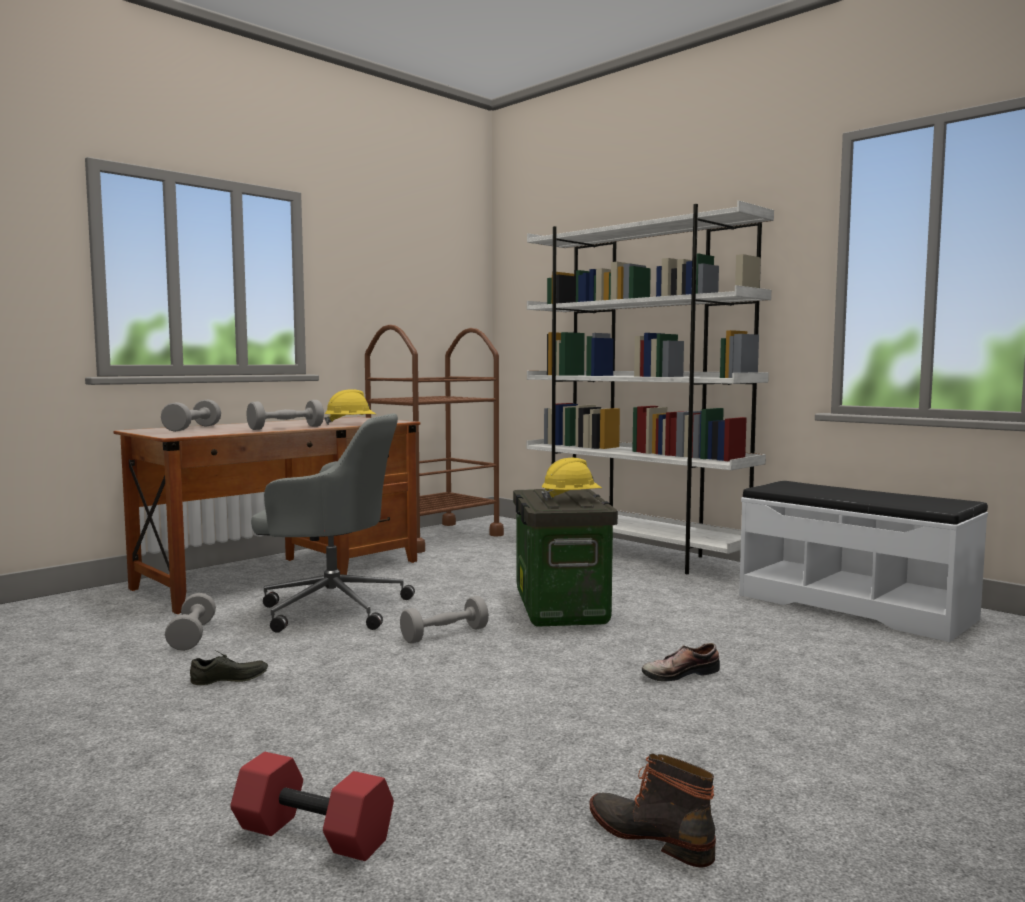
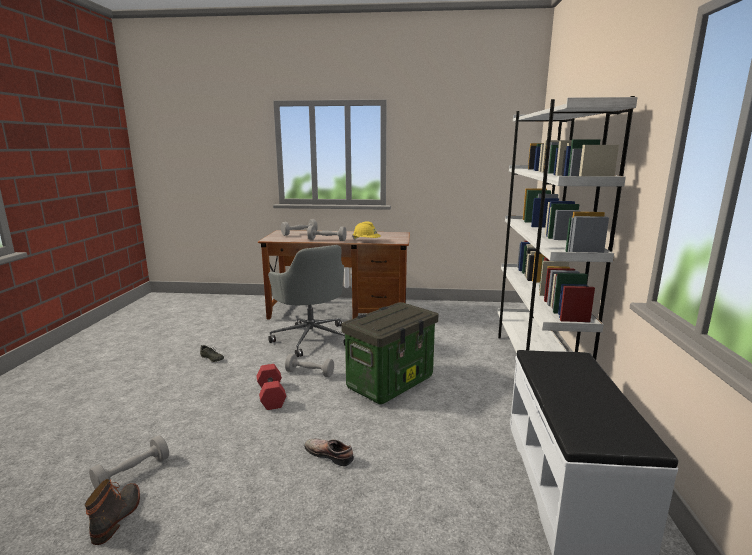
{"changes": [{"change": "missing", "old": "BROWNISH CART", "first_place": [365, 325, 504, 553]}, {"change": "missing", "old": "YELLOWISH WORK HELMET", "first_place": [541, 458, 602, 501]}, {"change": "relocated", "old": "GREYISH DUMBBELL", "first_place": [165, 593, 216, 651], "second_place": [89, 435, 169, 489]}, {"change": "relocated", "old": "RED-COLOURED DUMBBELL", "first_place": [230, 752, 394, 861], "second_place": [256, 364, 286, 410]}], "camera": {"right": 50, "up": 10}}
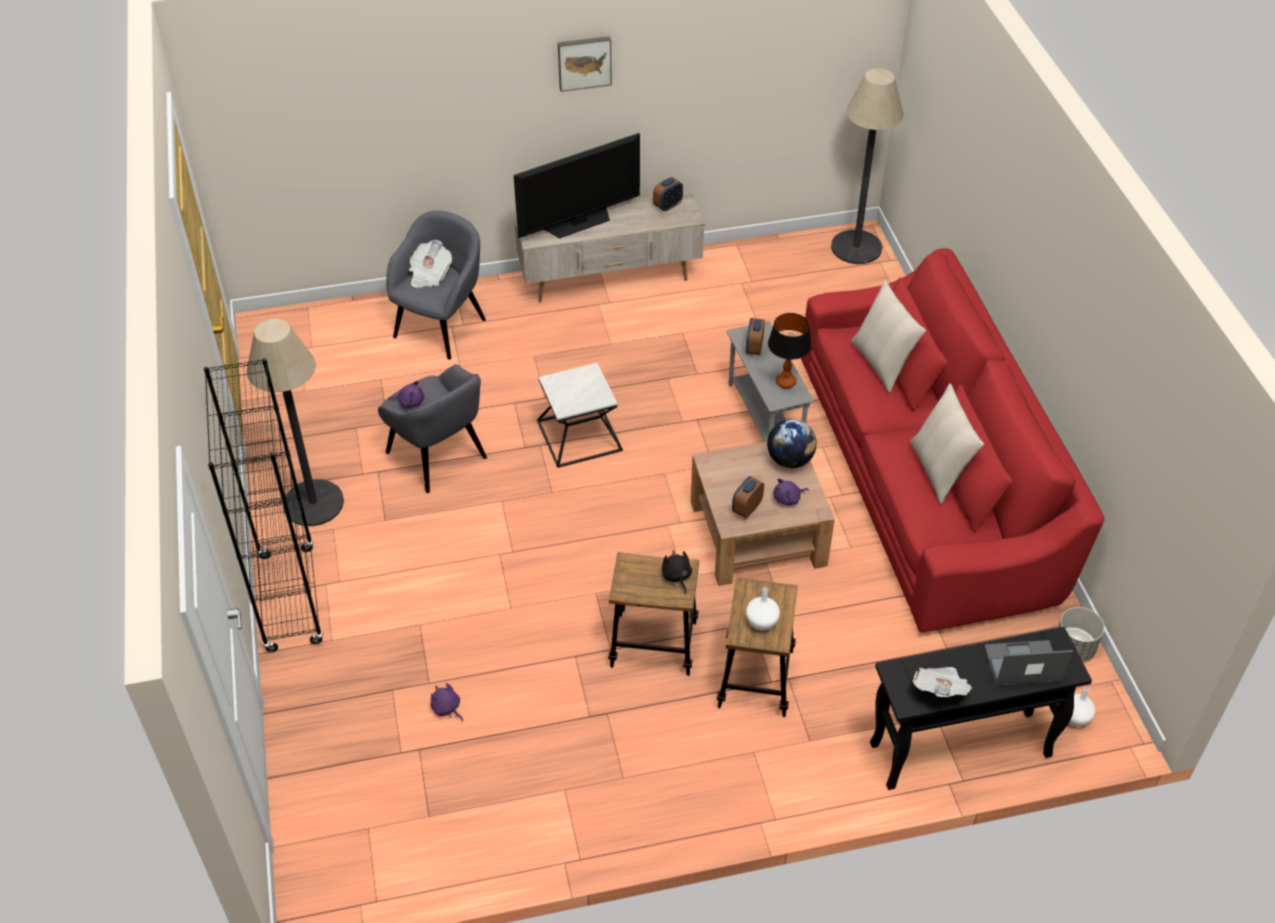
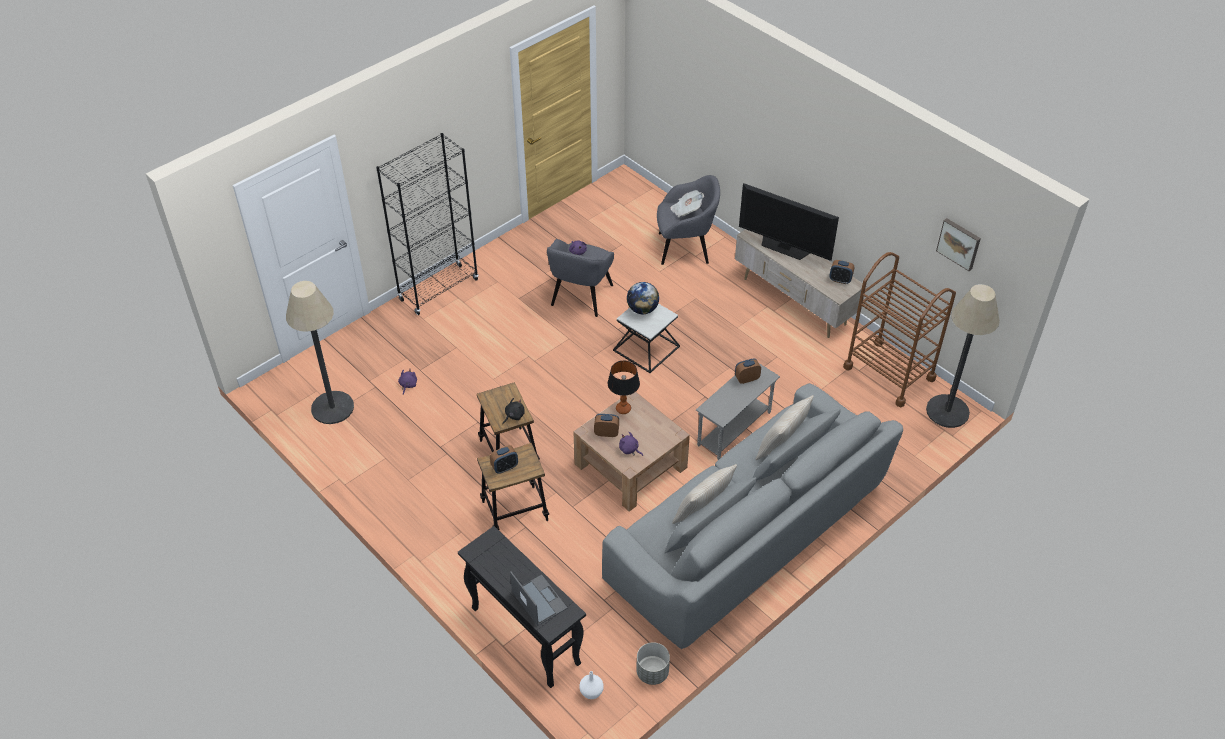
{"changes": [{"change": "relocated", "old": "PICTURE", "first_place": [558, 36, 612, 92], "second_place": [936, 218, 981, 271]}, {"change": "colour", "old": "RED-COLOURED SOFA", "new": "GREYISH SOFA", "first_place": [801, 248, 1104, 633], "second_place": [602, 383, 903, 649]}, {"change": "relocated", "old": "TABLETOP LAMP", "first_place": [768, 313, 812, 389], "second_place": [608, 361, 640, 414]}, {"change": "relocated", "old": "STANDARD LAMP", "first_place": [246, 319, 344, 526], "second_place": [286, 281, 354, 424]}, {"change": "relocated", "old": "WORLD GLOBE", "first_place": [767, 419, 817, 468], "second_place": [627, 282, 659, 314]}, {"change": "exchanged", "old": "WHITISH FLOWER VASE", "new": "TABLE CLOCK", "first_place": [746, 587, 780, 630], "second_place": [490, 445, 518, 474]}, {"change": "missing", "old": "NEWSPAPER", "first_place": [912, 667, 972, 697]}, {"change": "appeared", "new": "BROWNISH CART", "second_place": [843, 252, 956, 408]}], "camera": {"right": 60, "up": 0}}
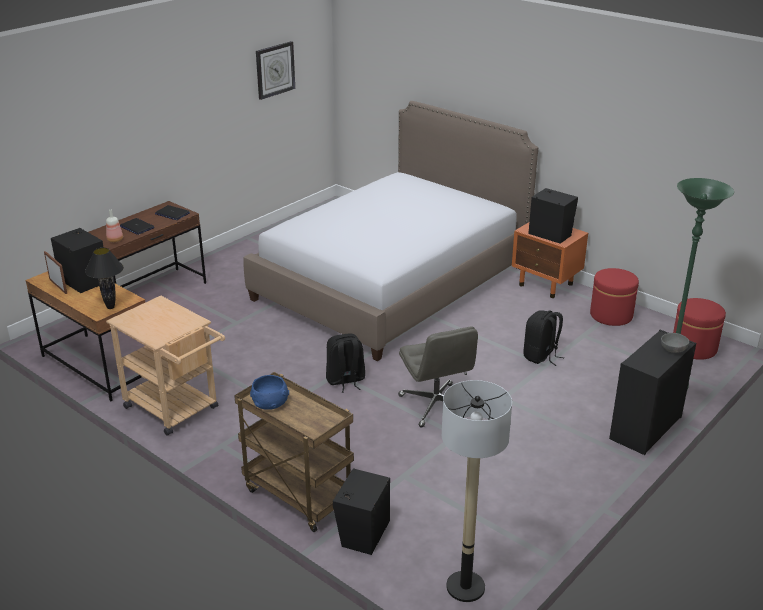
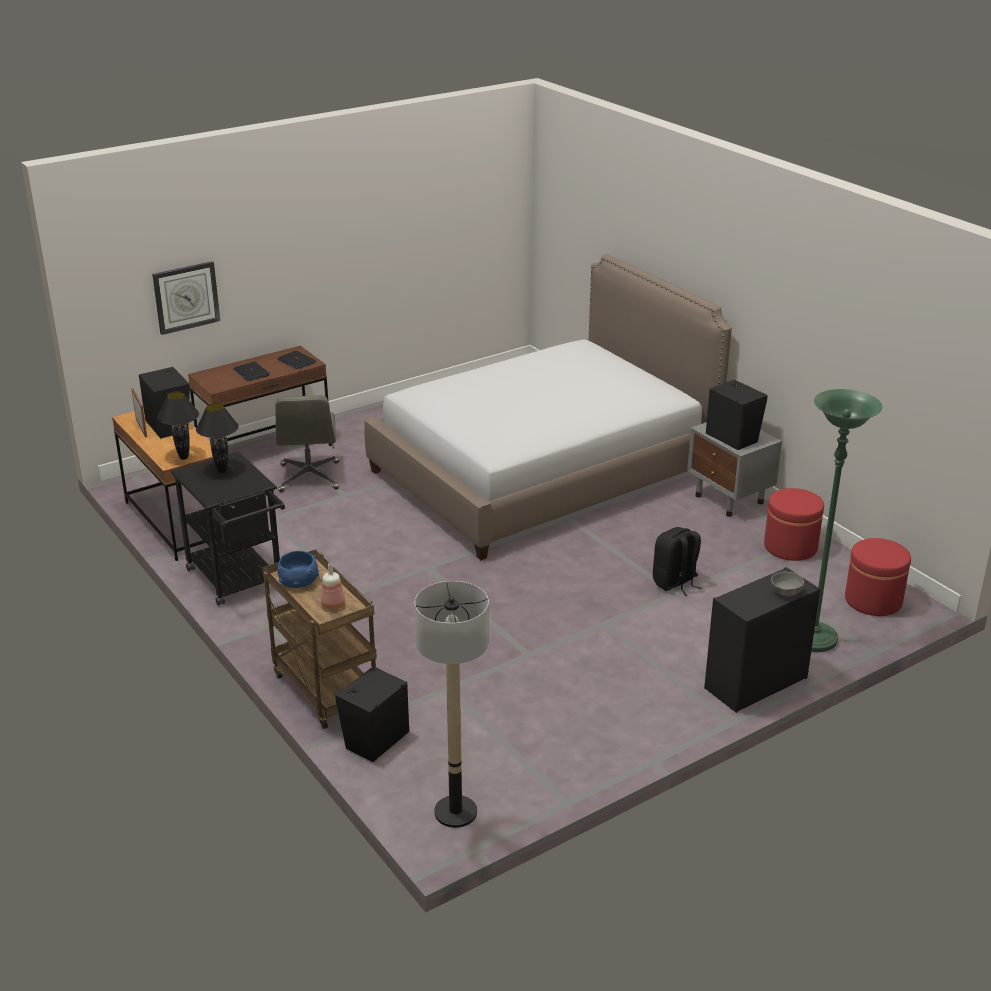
{"changes": [{"change": "relocated", "old": "CLOCK ON THE WALL", "first_place": [256, 41, 295, 100], "second_place": [152, 261, 220, 335]}, {"change": "relocated", "old": "BOTTLE", "first_place": [106, 210, 123, 242], "second_place": [321, 563, 345, 610]}, {"change": "colour", "old": "ORANGE-COLOURED NIGHTSTAND", "new": "GREYISH NIGHTSTAND", "first_place": [512, 222, 588, 298], "second_place": [687, 422, 782, 517]}, {"change": "colour", "old": "BEIGE CART", "new": "BLACKISH CART", "first_place": [106, 296, 225, 436], "second_place": [171, 452, 285, 606]}, {"change": "relocated", "old": "GREYISH OFFICE CHAIR", "first_place": [398, 326, 478, 428], "second_place": [275, 395, 339, 492]}, {"change": "missing", "old": "BLACKISH RUCKSACK", "first_place": [326, 333, 365, 393]}, {"change": "appeared", "new": "BLACKISH TABLETOP LAMP", "second_place": [196, 403, 239, 473]}], "camera": {"right": 15, "up": 0}}
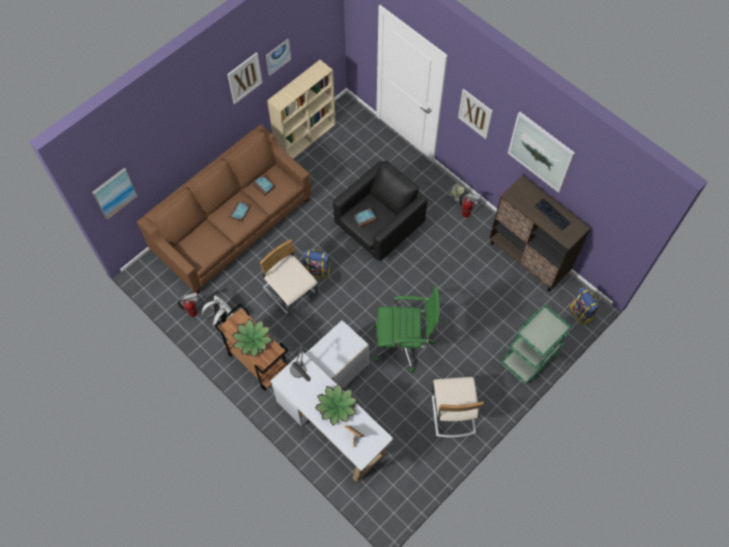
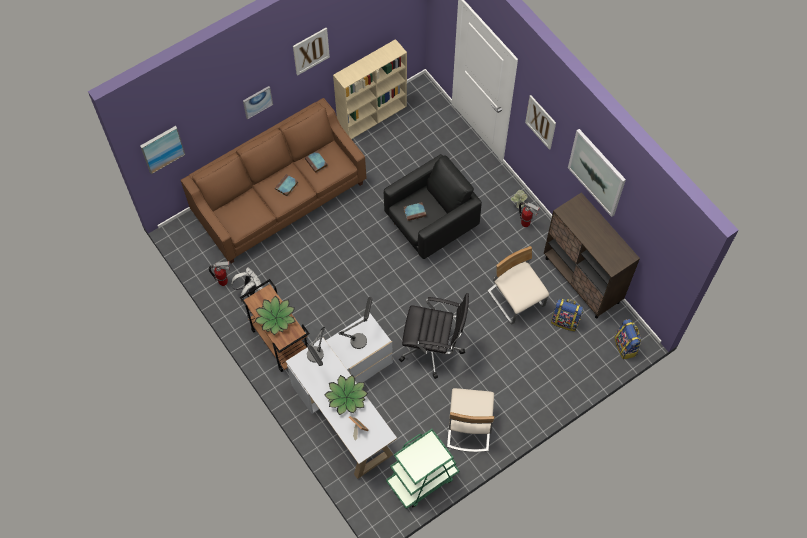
{"changes": [{"change": "relocated", "old": "PICTURE", "first_place": [266, 39, 291, 75], "second_place": [243, 86, 273, 119]}, {"change": "missing", "old": "PC KEYBOARD", "first_place": [535, 198, 571, 231]}, {"change": "relocated", "old": "BEIGE CHAIR", "first_place": [260, 239, 318, 316], "second_place": [488, 246, 549, 324]}, {"change": "relocated", "old": "RUCKSACK", "first_place": [303, 249, 331, 278], "second_place": [551, 299, 583, 332]}, {"change": "colour", "old": "GREEN-COLOURED OFFICE CHAIR", "new": "BLACKISH OFFICE CHAIR", "first_place": [374, 287, 440, 372], "second_place": [399, 293, 469, 379]}, {"change": "relocated", "old": "GREEN-COLOURED CART", "first_place": [501, 305, 571, 384], "second_place": [386, 429, 459, 509]}, {"change": "appeared", "new": "TABLETOP LAMP", "second_place": [339, 297, 373, 349]}], "camera": {"right": 10, "up": 0}}
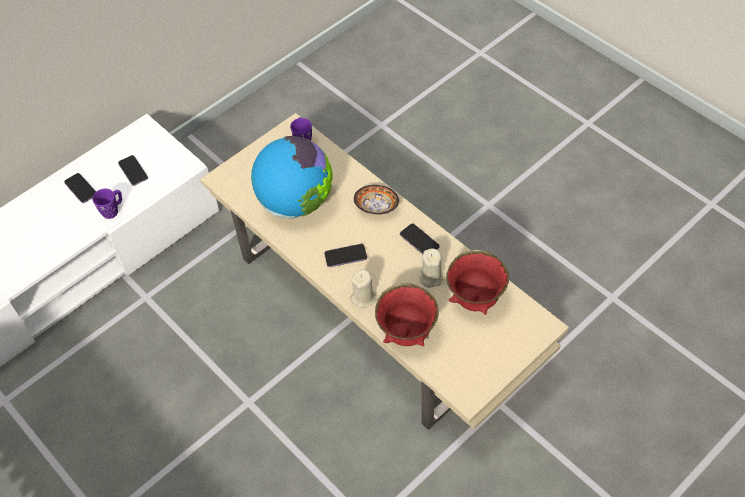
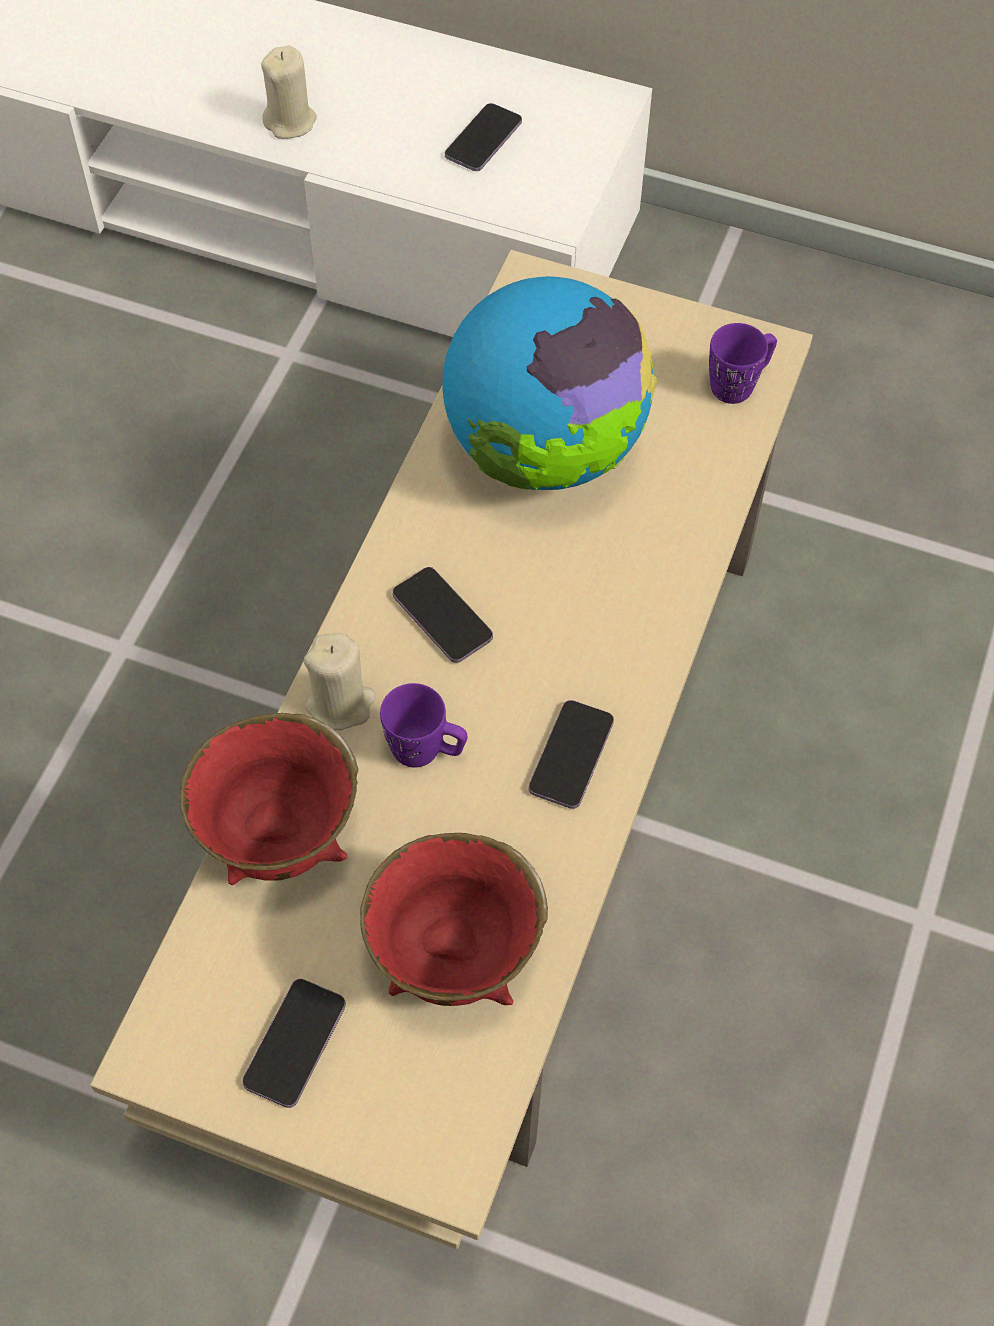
{"changes": [{"change": "relocated", "old": "HANDSET", "first_place": [64, 173, 96, 203], "second_place": [242, 979, 346, 1108]}, {"change": "missing", "old": "DEEP DISH", "first_place": [354, 185, 399, 215]}, {"change": "relocated", "old": "PURPLE TEA MUG", "first_place": [93, 189, 122, 219], "second_place": [380, 683, 468, 768]}, {"change": "relocated", "old": "BEIGE WAX CANDLE", "first_place": [419, 249, 443, 288], "second_place": [261, 45, 317, 139]}], "camera": {"right": 60, "up": 5}}
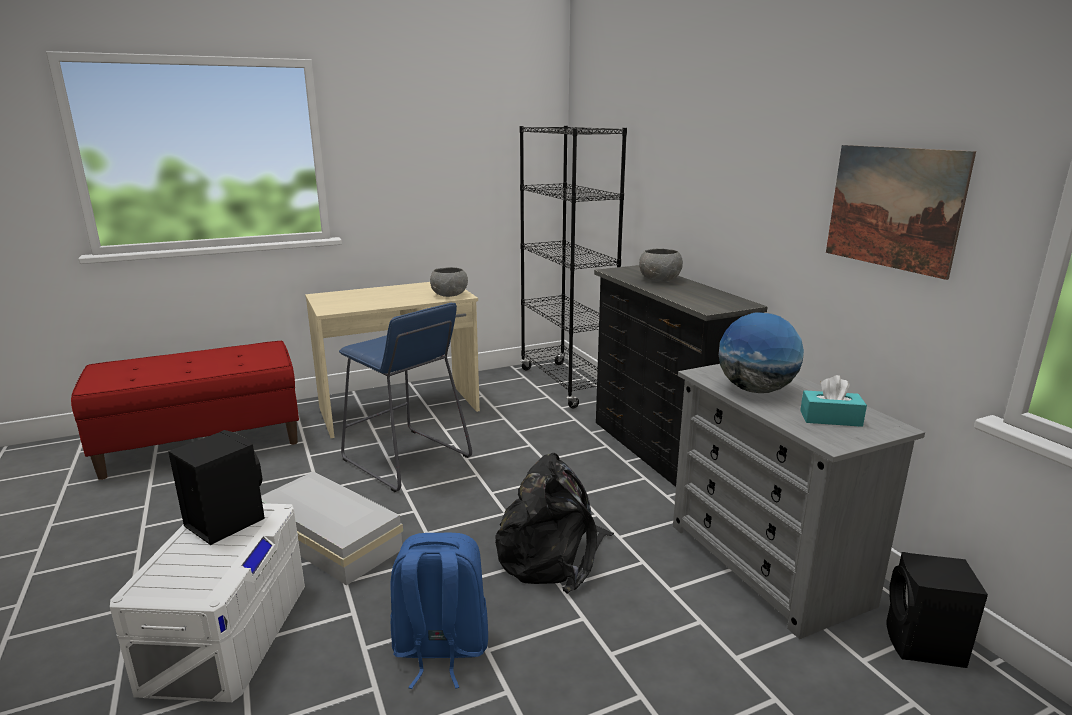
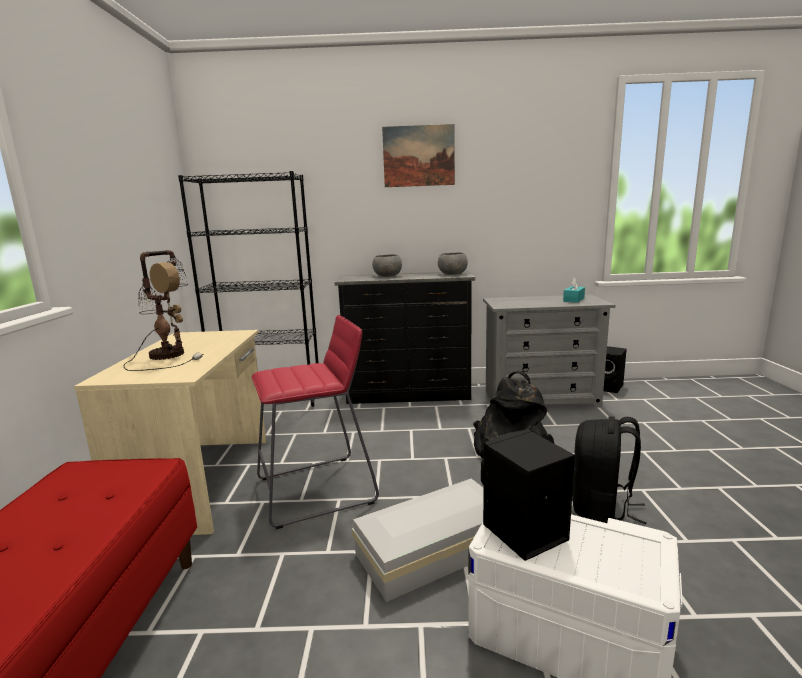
{"changes": [{"change": "relocated", "old": "PICTURE", "first_place": [826, 145, 976, 280], "second_place": [382, 124, 455, 187]}, {"change": "relocated", "old": "GREYISH DEEP DISH", "first_place": [430, 267, 468, 297], "second_place": [438, 252, 468, 275]}, {"change": "colour", "old": "BLUISH STOOL", "new": "RED-COLOURED STOOL", "first_place": [339, 303, 472, 492], "second_place": [252, 315, 379, 529]}, {"change": "missing", "old": "WORLD GLOBE", "first_place": [719, 312, 804, 393]}, {"change": "colour", "old": "BLUISH RUCKSACK", "new": "BLACKISH RUCKSACK", "first_place": [391, 533, 488, 689], "second_place": [572, 416, 647, 524]}, {"change": "appeared", "new": "TABLETOP LAMP", "second_place": [124, 250, 203, 371]}], "camera": {"right": -65, "up": -5}}
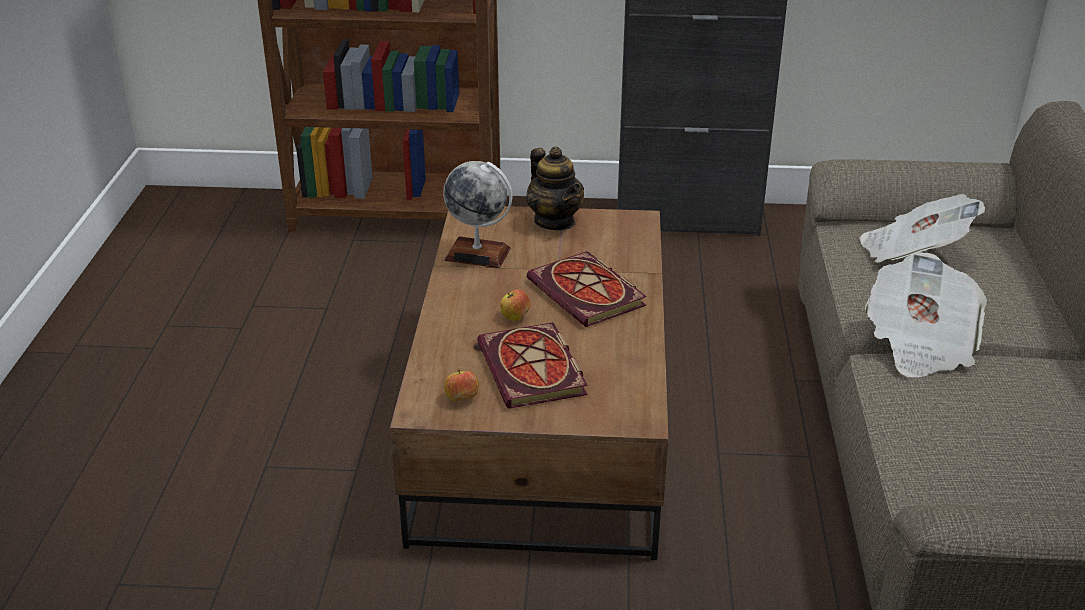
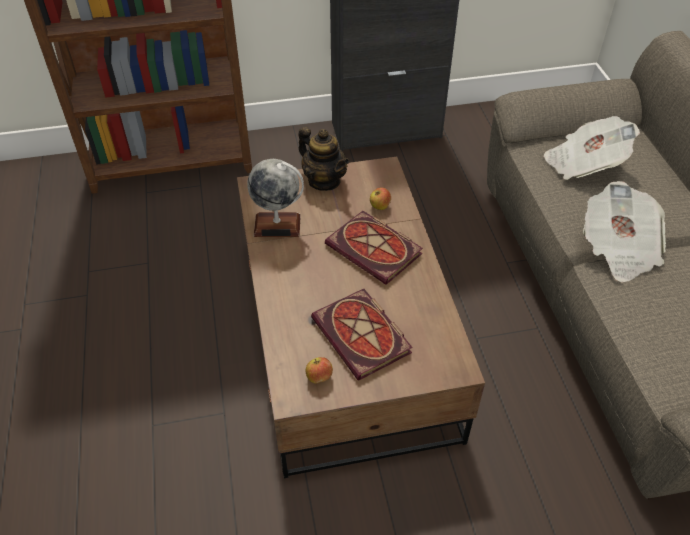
{"changes": [{"change": "relocated", "old": "APPLE FRUIT", "first_place": [500, 290, 531, 321], "second_place": [370, 188, 391, 210]}], "camera": {"right": -15, "up": 15}}
